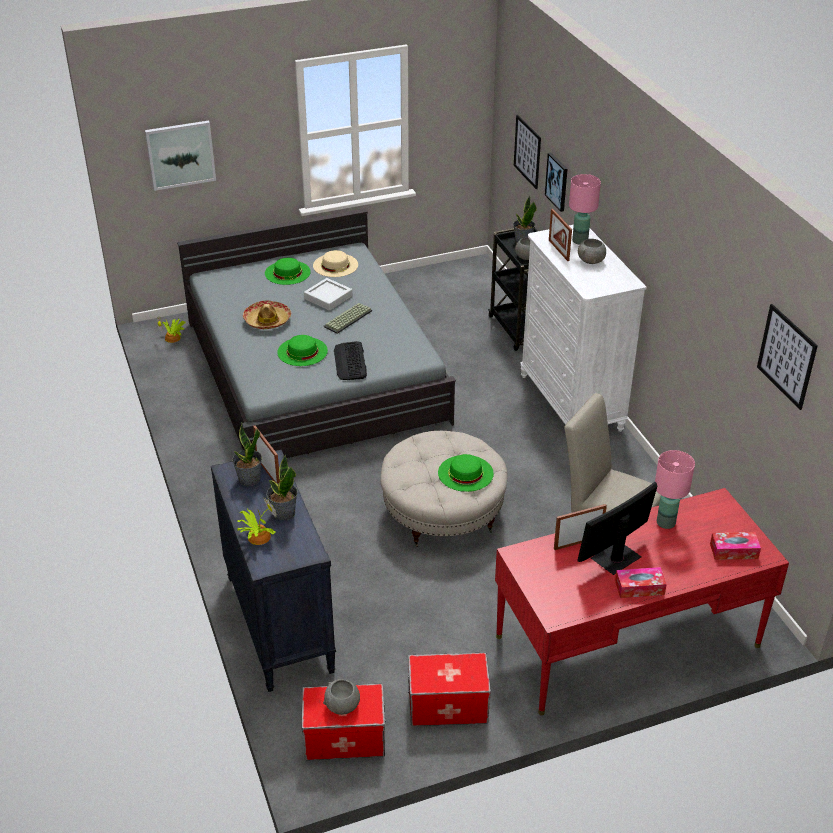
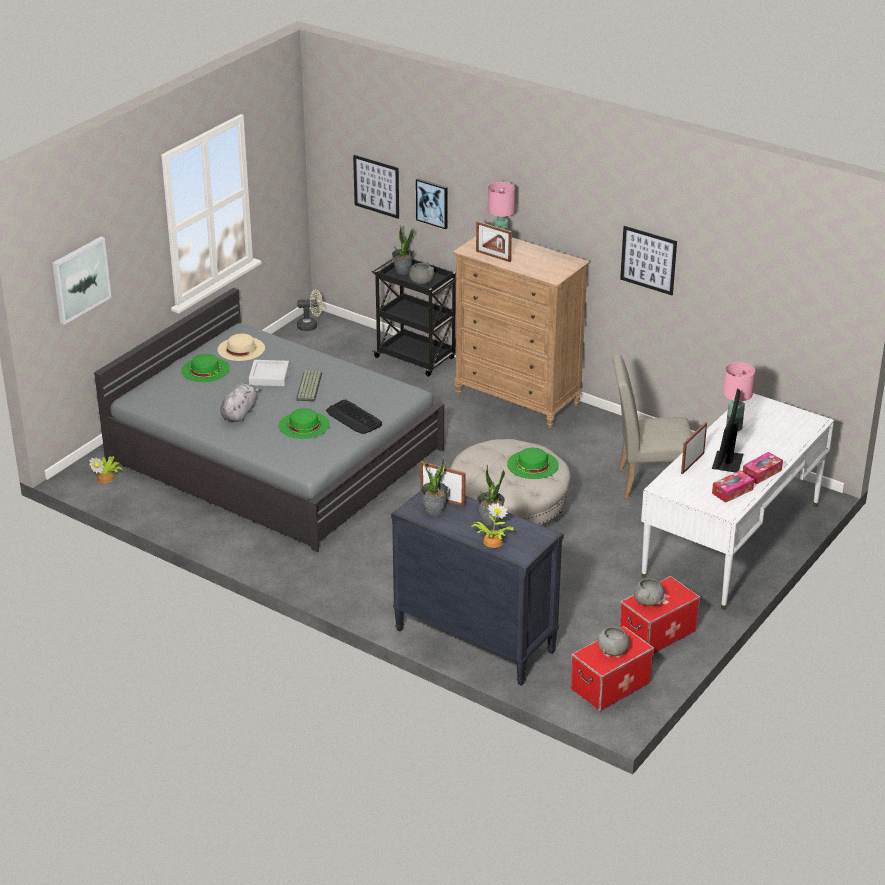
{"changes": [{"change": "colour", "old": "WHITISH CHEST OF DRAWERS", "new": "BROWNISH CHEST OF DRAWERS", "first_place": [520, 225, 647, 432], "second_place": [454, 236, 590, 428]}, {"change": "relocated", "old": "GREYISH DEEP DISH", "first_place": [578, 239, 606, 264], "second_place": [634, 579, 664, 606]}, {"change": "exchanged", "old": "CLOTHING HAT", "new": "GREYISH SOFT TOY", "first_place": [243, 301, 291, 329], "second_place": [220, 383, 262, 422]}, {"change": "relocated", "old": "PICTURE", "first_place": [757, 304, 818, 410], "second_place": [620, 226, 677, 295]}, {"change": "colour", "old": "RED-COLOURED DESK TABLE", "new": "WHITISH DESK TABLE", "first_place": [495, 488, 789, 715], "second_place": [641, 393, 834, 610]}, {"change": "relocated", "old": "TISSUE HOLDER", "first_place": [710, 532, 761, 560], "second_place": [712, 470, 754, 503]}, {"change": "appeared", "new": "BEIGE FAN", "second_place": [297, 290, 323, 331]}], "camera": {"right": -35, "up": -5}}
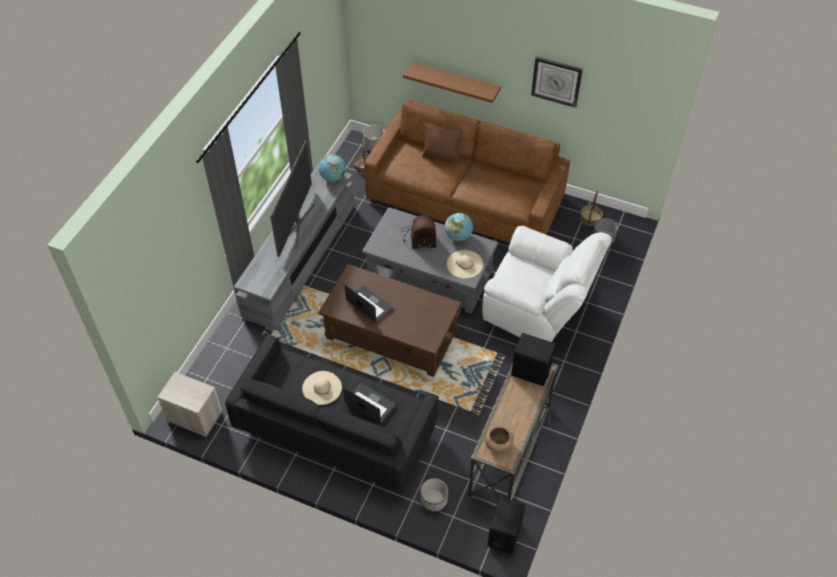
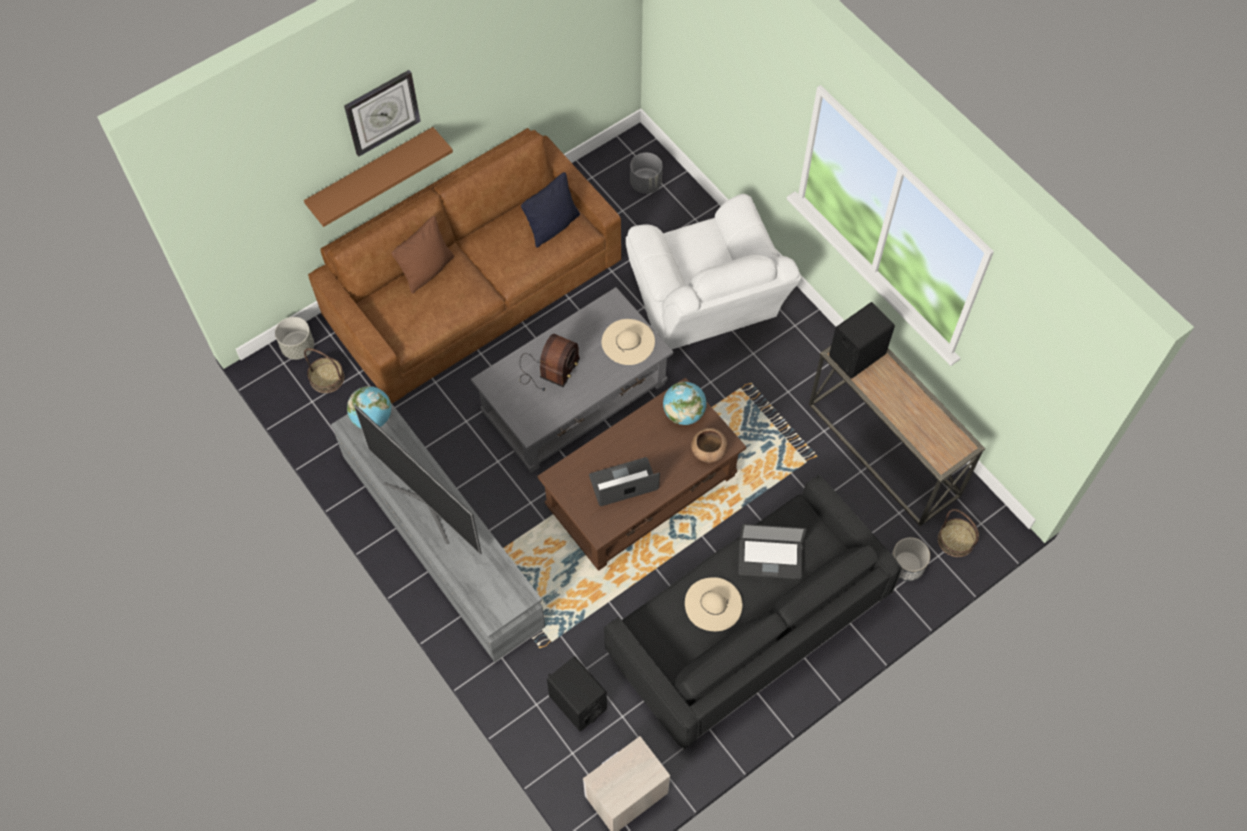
{"changes": [{"change": "relocated", "old": "CLOCK ON THE WALL", "first_place": [531, 56, 583, 108], "second_place": [344, 70, 421, 156]}, {"change": "relocated", "old": "STORAGE BASKET", "first_place": [580, 191, 603, 226], "second_place": [938, 509, 979, 557]}, {"change": "relocated", "old": "WORLD GLOBE", "first_place": [445, 213, 473, 241], "second_place": [663, 382, 706, 425]}, {"change": "spun", "old": "WHITISH ARMCHAIR", "first_place": [482, 226, 612, 342], "second_place": [626, 194, 801, 349], "degrees": 105}, {"change": "spun", "old": "PORTABLE COMPUTER", "first_place": [343, 383, 396, 423], "second_place": [738, 524, 807, 579], "degrees": -150}, {"change": "relocated", "old": "BROWNISH DEEP DISH", "first_place": [485, 426, 514, 453], "second_place": [691, 428, 728, 463]}, {"change": "relocated", "old": "BLACKISH LOUDSPEAKER", "first_place": [487, 497, 525, 554], "second_place": [547, 656, 607, 731]}, {"change": "appeared", "new": "BLACKISH PILLOW", "second_place": [521, 172, 580, 248]}], "camera": {"right": -60, "up": 10}}
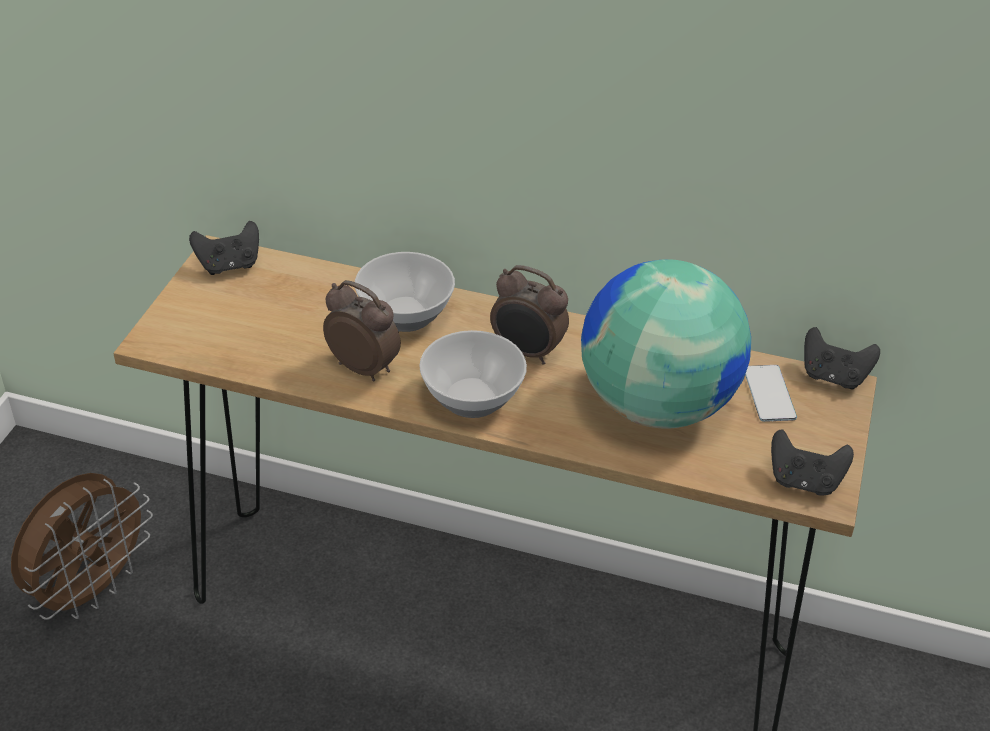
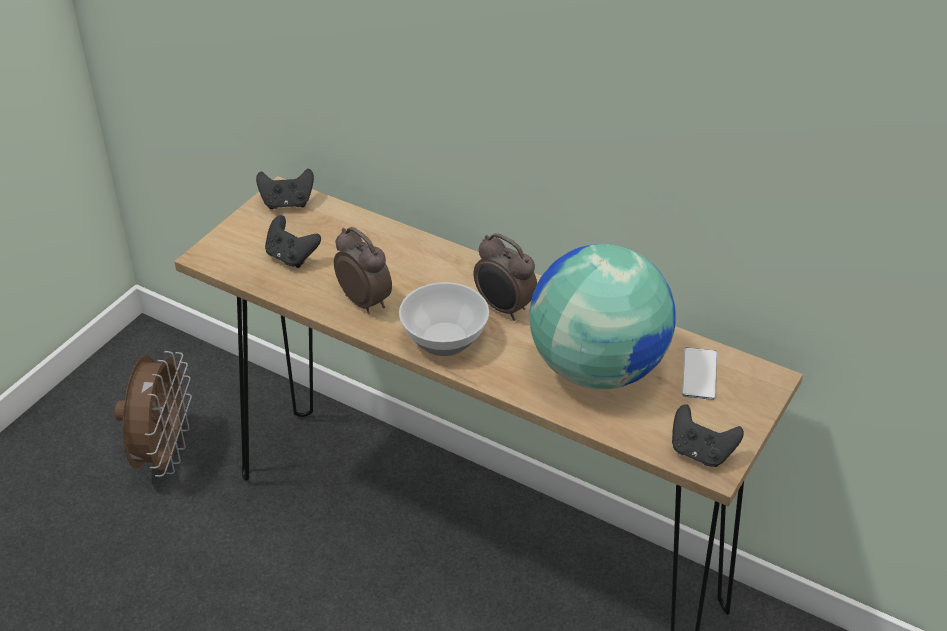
{"changes": [{"change": "missing", "old": "DEEP DISH", "first_place": [355, 252, 455, 332]}, {"change": "relocated", "old": "BLACKISH GAME CONTROLLER", "first_place": [804, 327, 880, 389], "second_place": [265, 215, 321, 268]}, {"change": "spun", "old": "BROWNISH FAN", "first_place": [11, 473, 153, 620], "second_place": [114, 351, 192, 477], "degrees": -45}], "camera": {"right": 15, "up": 0}}
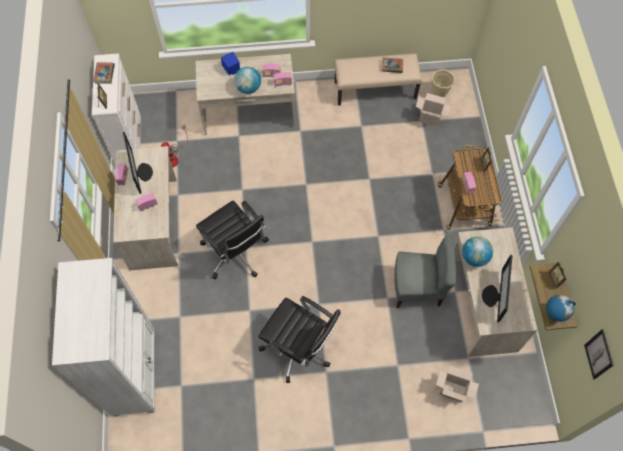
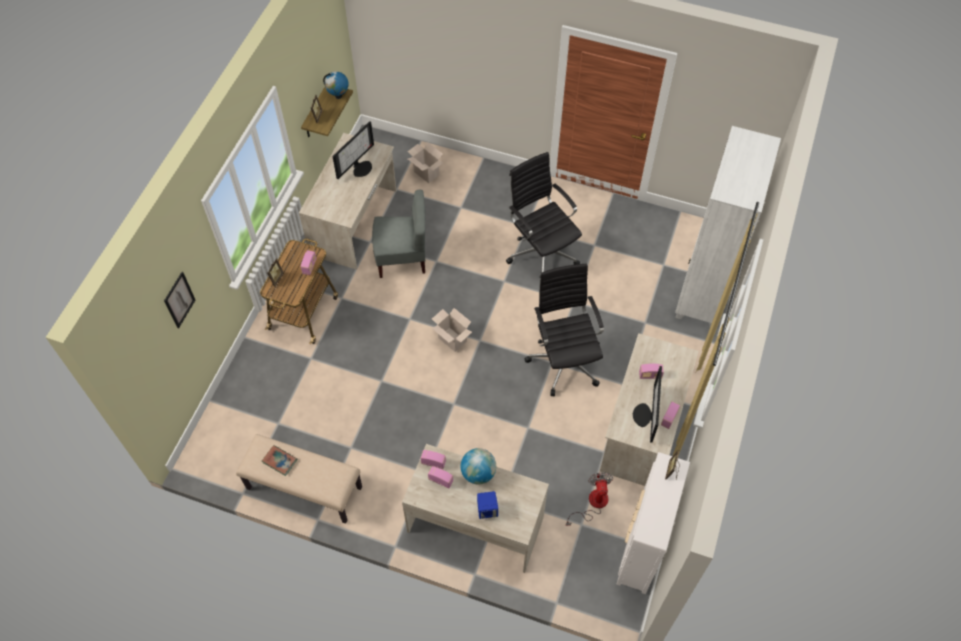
{"changes": [{"change": "missing", "old": "VOLUME", "first_place": [93, 62, 115, 84]}, {"change": "missing", "old": "BEIGE FLOWER POT", "first_place": [432, 69, 455, 97]}, {"change": "relocated", "old": "CARDBOARD BOX", "first_place": [416, 93, 451, 127], "second_place": [432, 308, 472, 352]}, {"change": "spun", "old": "GREYISH CHAIR", "first_place": [394, 236, 456, 308], "second_place": [372, 190, 425, 278], "degrees": 150}, {"change": "missing", "old": "WORLD GLOBE", "first_place": [462, 236, 493, 267]}, {"change": "relocated", "old": "PICTURE", "first_place": [584, 329, 614, 380], "second_place": [164, 272, 195, 328]}], "camera": {"right": -155, "up": -5}}
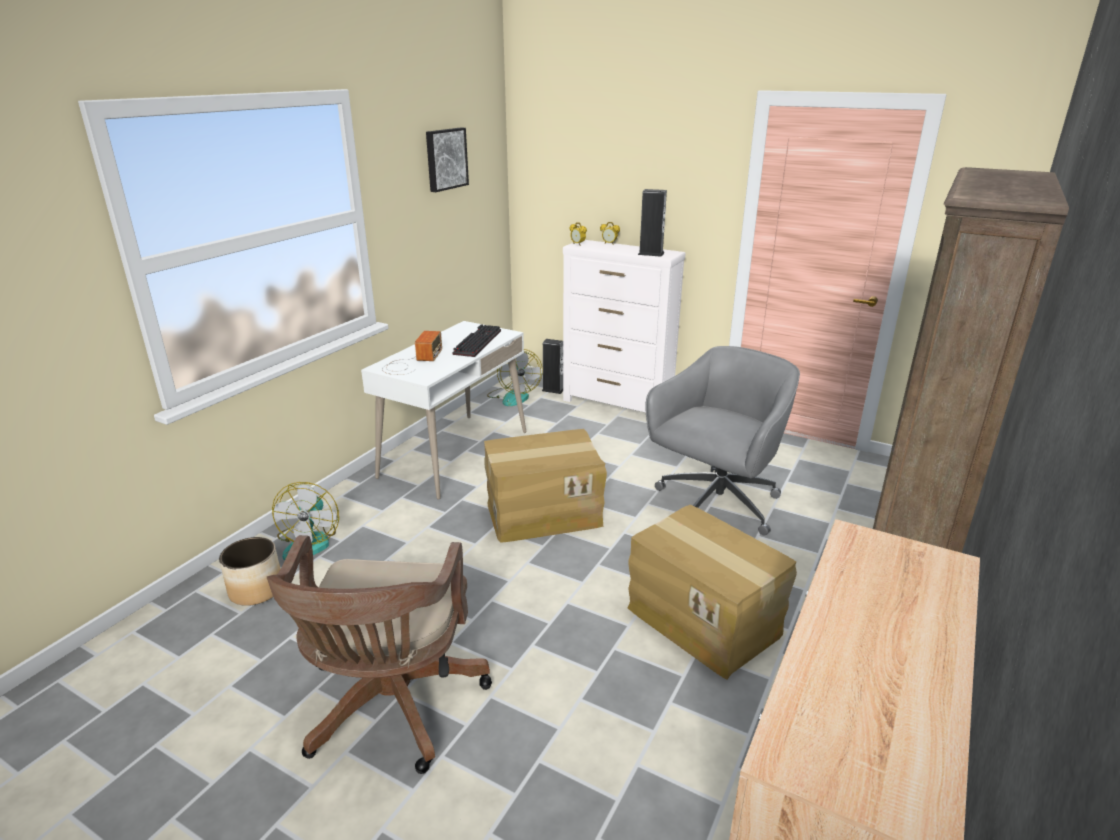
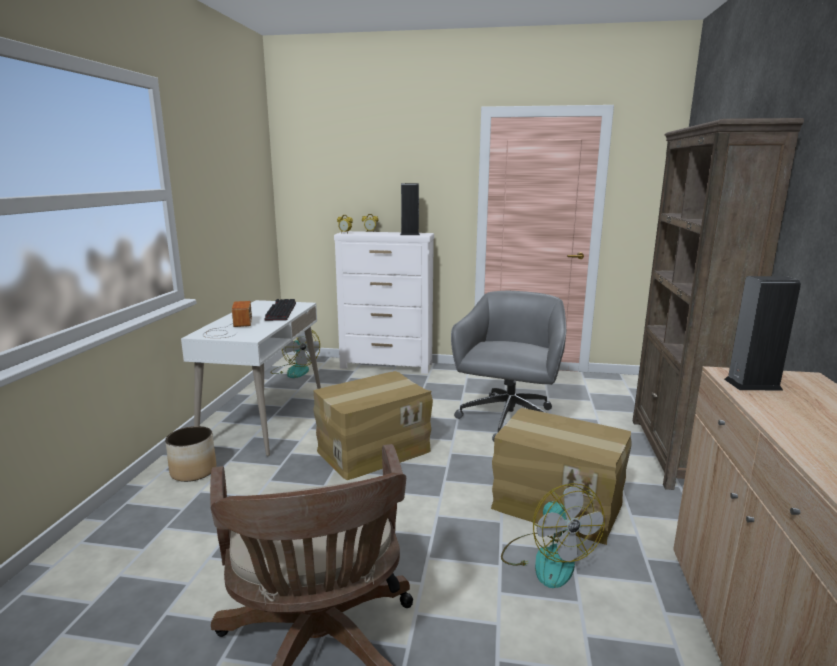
{"changes": [{"change": "missing", "old": "PICTURE", "first_place": [426, 127, 469, 192]}, {"change": "relocated", "old": "LOUDSPEAKER", "first_place": [542, 339, 563, 394], "second_place": [724, 276, 801, 390]}, {"change": "relocated", "old": "FAN", "first_place": [272, 482, 339, 560], "second_place": [501, 483, 605, 588]}, {"change": "relocated", "old": "FLOWER POT", "first_place": [219, 537, 280, 606], "second_place": [165, 426, 216, 482]}], "camera": {"right": -20, "up": -10}}
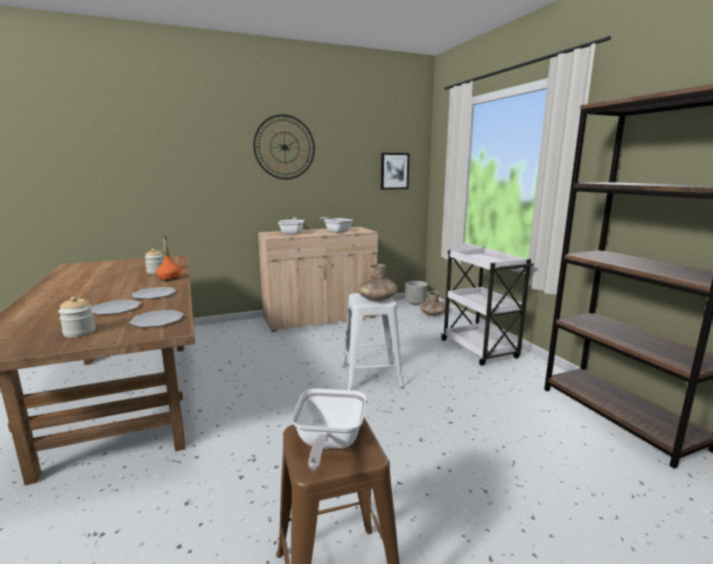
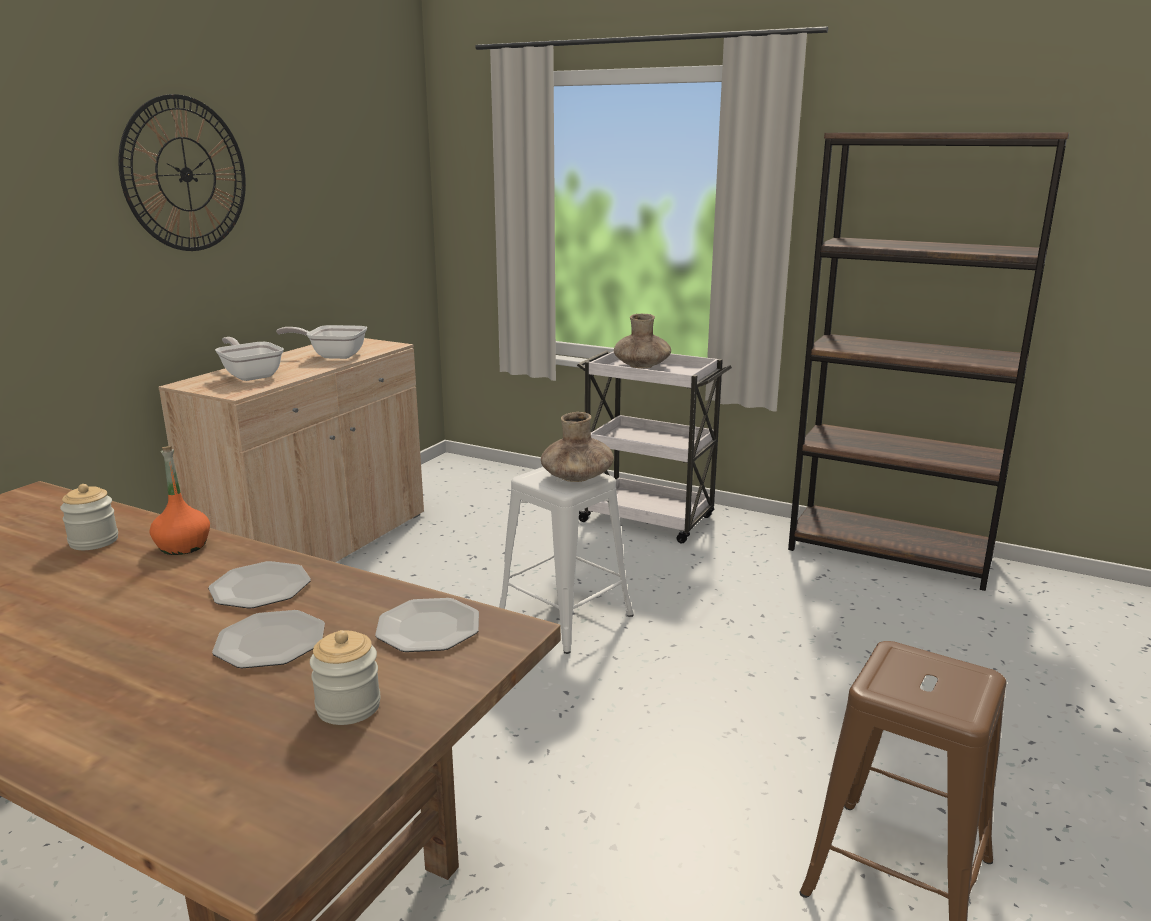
{"changes": [{"change": "missing", "old": "PICTURE", "first_place": [381, 153, 410, 190]}, {"change": "missing", "old": "GREYISH FLOWER POT", "first_place": [405, 281, 427, 305]}, {"change": "relocated", "old": "BROWNISH FLOWER VASE", "first_place": [420, 291, 445, 316], "second_place": [614, 314, 671, 369]}, {"change": "missing", "old": "SKILLET", "first_place": [291, 388, 366, 470]}], "camera": {"right": -40, "up": 5}}
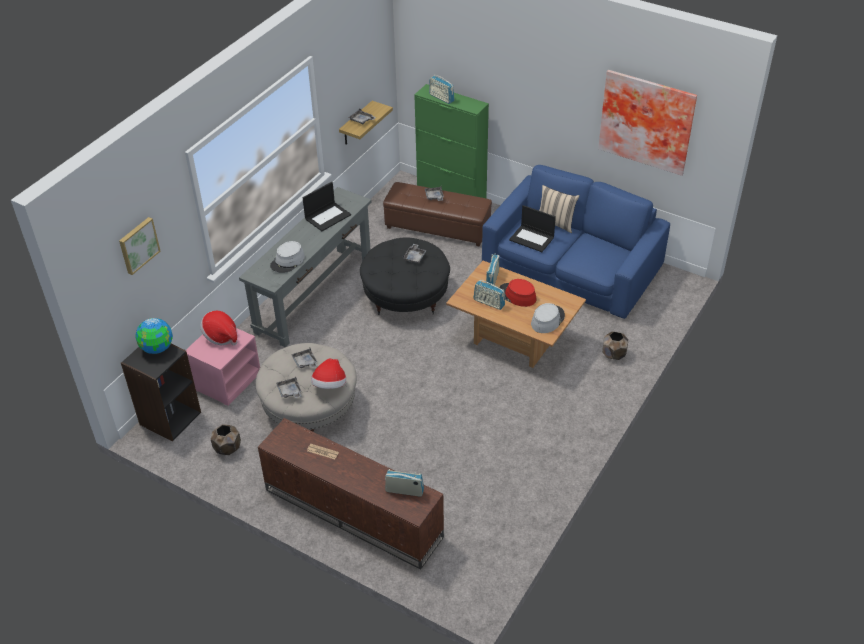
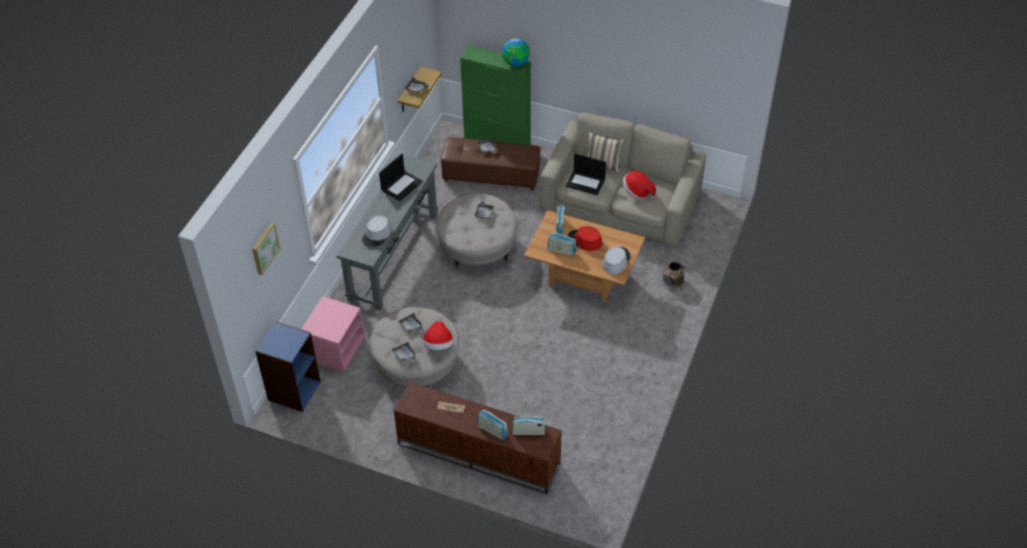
{"changes": [{"change": "missing", "old": "PICTURE", "first_place": [598, 70, 697, 176]}, {"change": "relocated", "old": "RADIO SET", "first_place": [429, 75, 454, 104], "second_place": [478, 410, 508, 440]}, {"change": "colour", "old": "BLUISH SOFA", "new": "BEIGE SOFA", "first_place": [482, 165, 670, 319], "second_place": [540, 112, 706, 247]}, {"change": "colour", "old": "BLACKISH FOOTREST", "new": "BEIGE FOOTREST", "first_place": [360, 238, 450, 315], "second_place": [436, 194, 518, 269]}, {"change": "relocated", "old": "CLOTHING HAT", "first_place": [200, 311, 237, 346], "second_place": [623, 171, 656, 200]}, {"change": "relocated", "old": "WORLD GLOBE", "first_place": [135, 318, 173, 354], "second_place": [502, 38, 530, 66]}, {"change": "colour", "old": "BLACKISH BOOKCASE", "new": "BLUISH BOOKCASE", "first_place": [121, 344, 201, 441], "second_place": [255, 321, 321, 412]}, {"change": "missing", "old": "BROWNISH FLOWER POT", "first_place": [211, 424, 241, 455]}], "camera": {"right": -10, "up": 5}}
